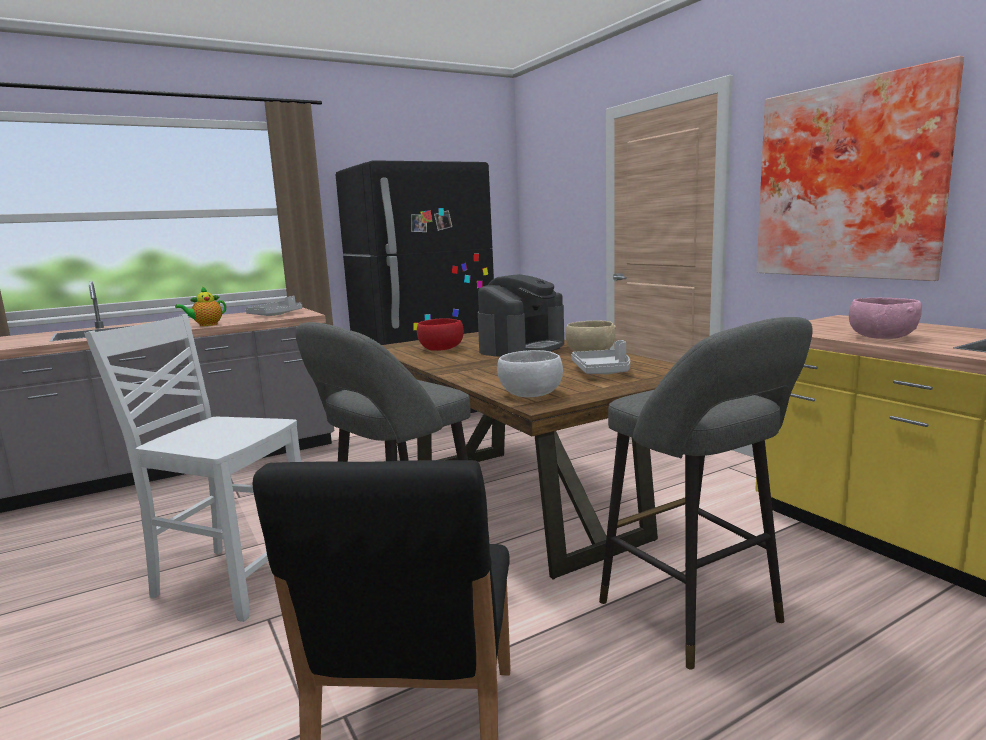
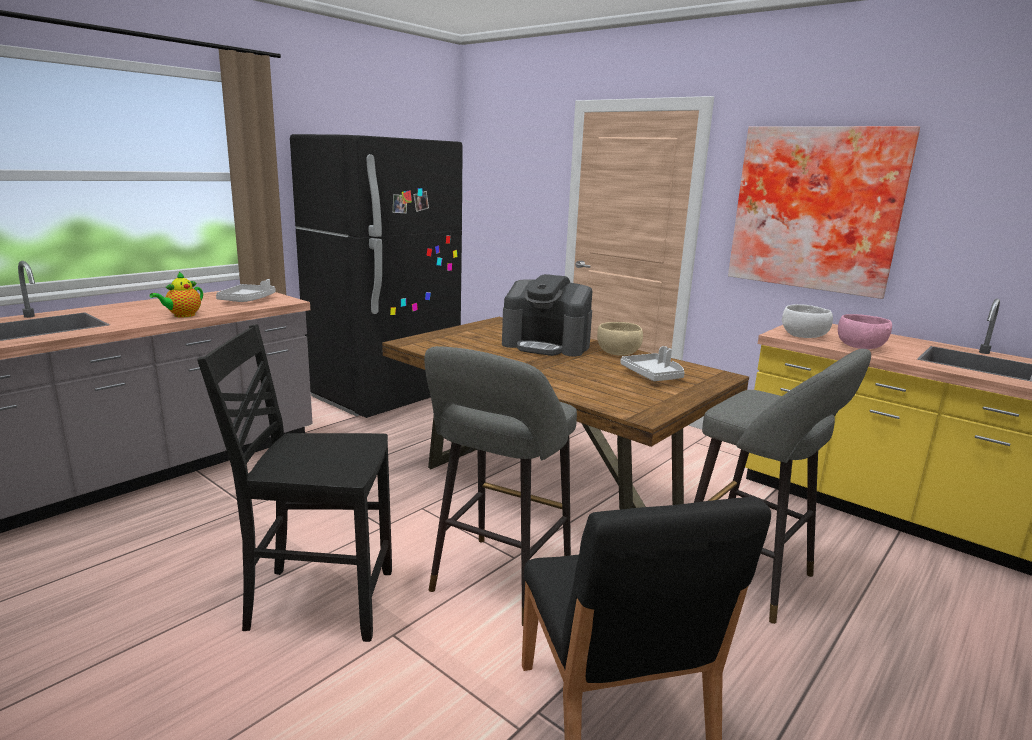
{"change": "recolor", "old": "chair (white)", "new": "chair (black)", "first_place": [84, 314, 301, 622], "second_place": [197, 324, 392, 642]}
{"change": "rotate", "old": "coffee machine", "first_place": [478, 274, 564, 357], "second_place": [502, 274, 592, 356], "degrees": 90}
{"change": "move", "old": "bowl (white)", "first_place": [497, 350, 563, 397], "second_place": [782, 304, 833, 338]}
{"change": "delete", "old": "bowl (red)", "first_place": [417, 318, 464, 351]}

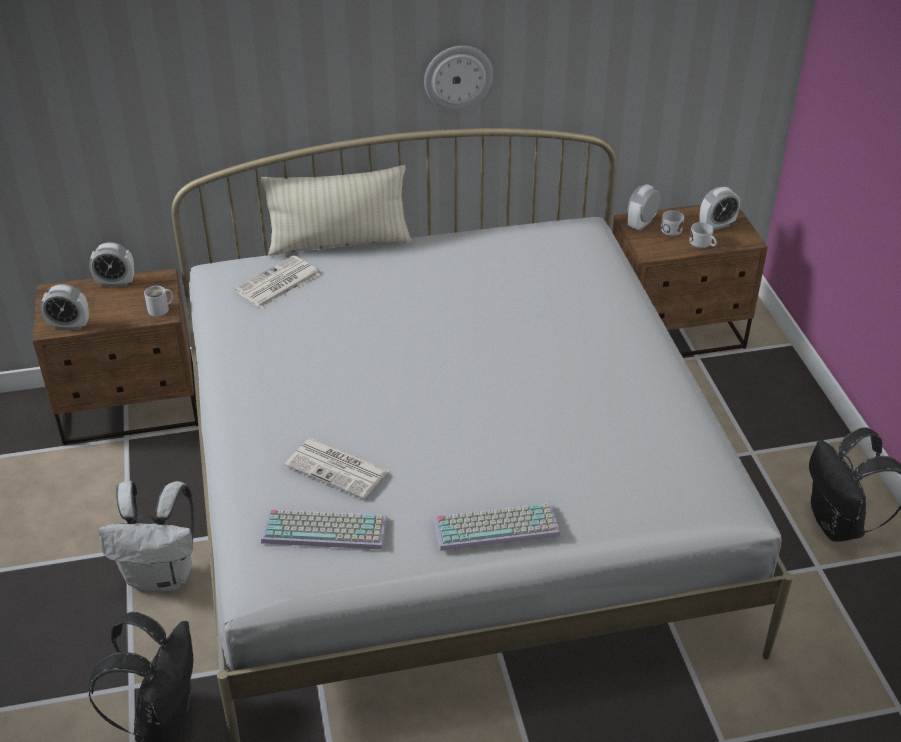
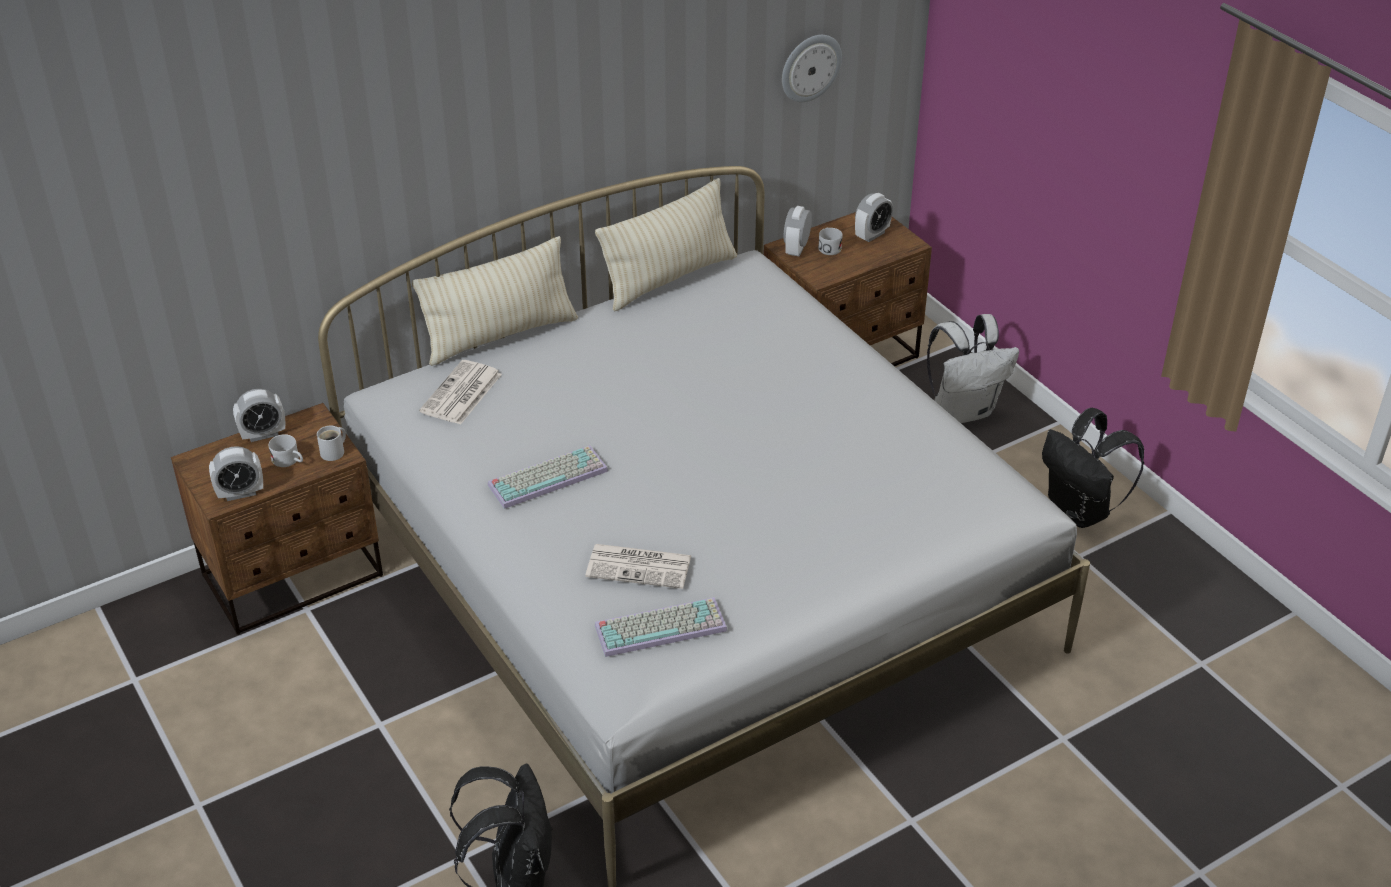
{"change": "move", "old": "mug (white)", "first_place": [689, 222, 717, 248], "second_place": [269, 434, 303, 467]}
{"change": "move", "old": "keyboard", "first_place": [434, 502, 560, 551], "second_place": [487, 445, 608, 509]}
{"change": "insert", "new": "pillow (beige)", "second_place": [595, 178, 737, 311]}
{"change": "move", "old": "wall clock", "first_place": [424, 46, 493, 110], "second_place": [782, 35, 842, 102]}
{"change": "move", "old": "backpack (white)", "first_place": [99, 481, 194, 591], "second_place": [927, 314, 1019, 423]}

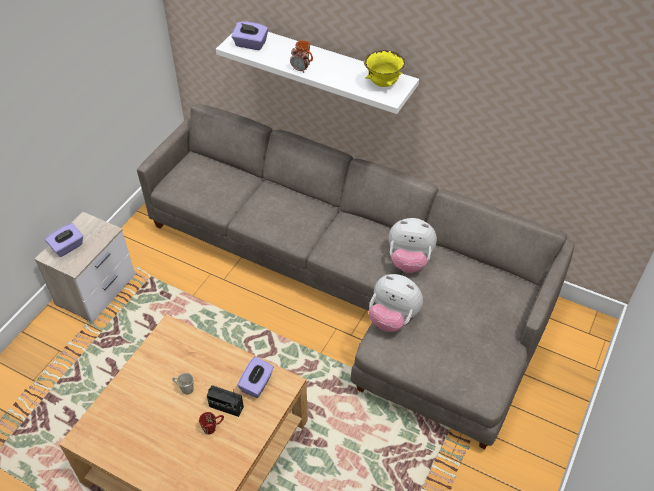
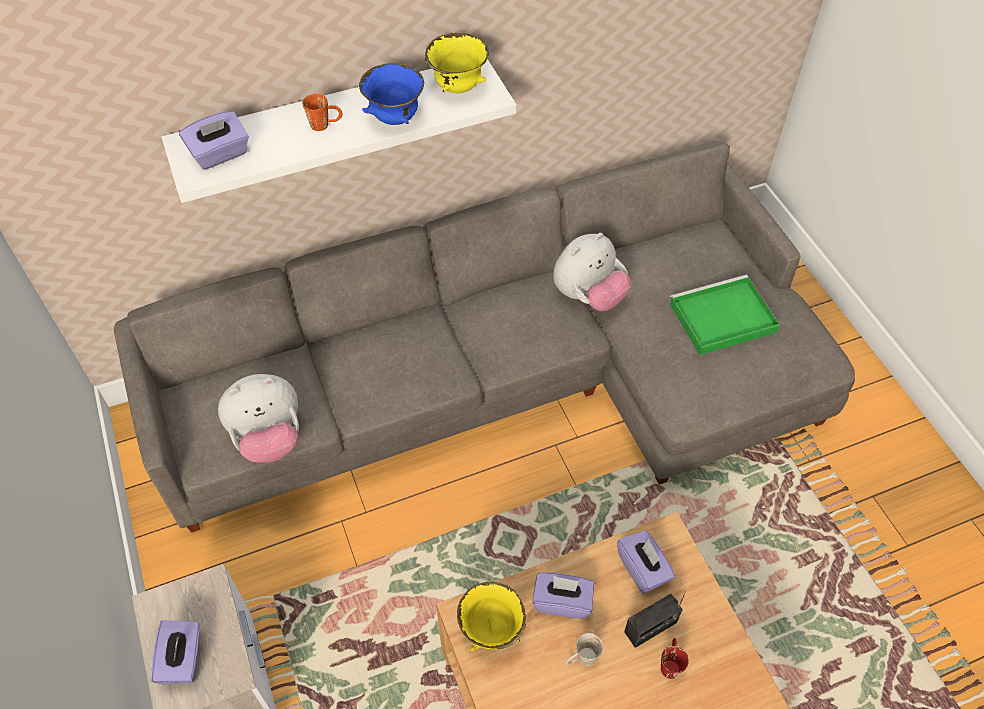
{"change": "move", "old": "plush toy", "first_place": [368, 274, 423, 332], "second_place": [218, 374, 299, 463]}
{"change": "insert", "new": "bowl (blue)", "second_place": [359, 63, 424, 125]}
{"change": "insert", "new": "bowl (yellow)", "second_place": [457, 582, 526, 651]}
{"change": "insert", "new": "tissue box (purple)", "second_place": [532, 572, 594, 619]}
{"change": "insert", "new": "tray (green)", "second_place": [670, 275, 780, 355]}
{"change": "delete", "old": "alarm clock", "first_place": [290, 47, 310, 73]}

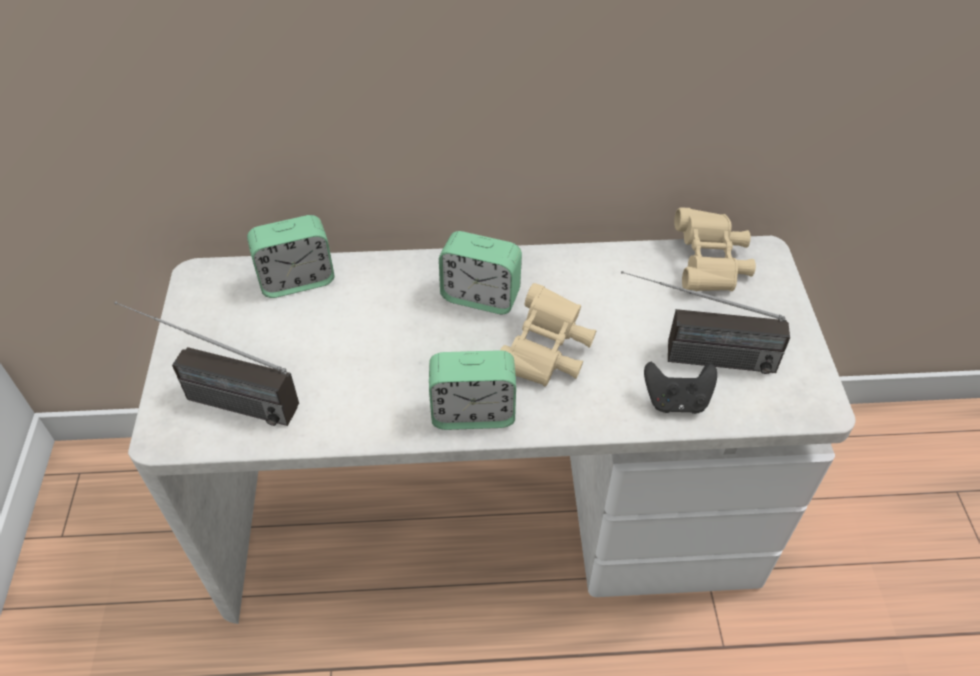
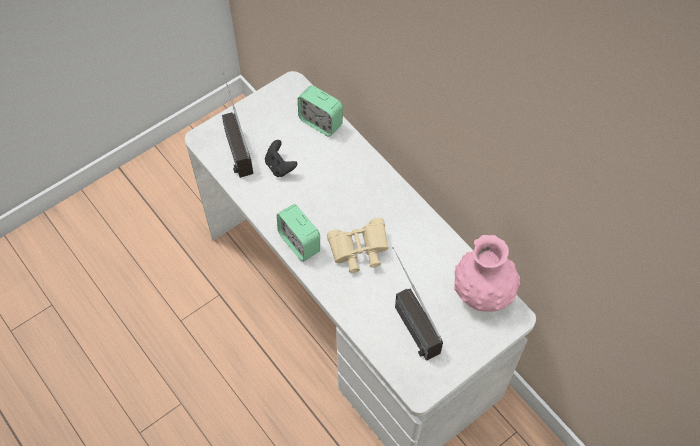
{"change": "move", "old": "game controller (black)", "first_place": [644, 362, 717, 414], "second_place": [265, 140, 297, 177]}
{"change": "replace", "old": "binoculars (beige)", "new": "vase (pink)", "first_place": [674, 208, 756, 291], "second_place": [454, 235, 520, 312]}
{"change": "delete", "old": "alarm clock", "first_place": [439, 231, 522, 314]}

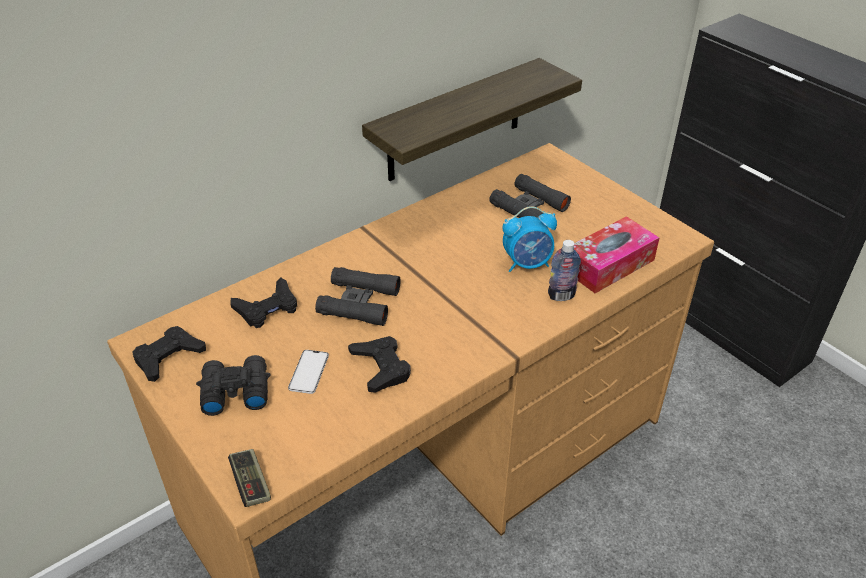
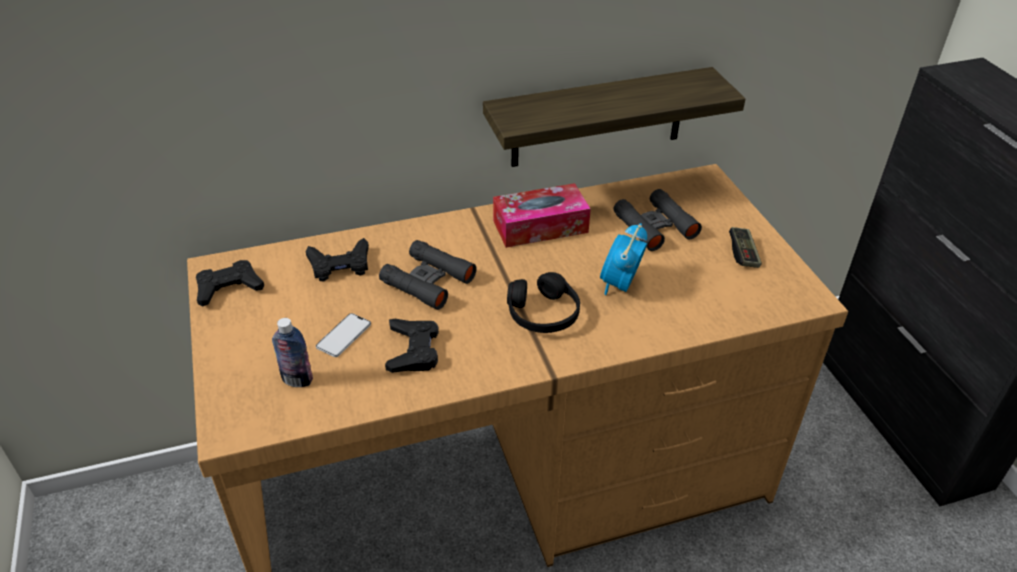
{"change": "move", "old": "bottle", "first_place": [548, 240, 581, 301], "second_place": [272, 318, 313, 387]}
{"change": "move", "old": "tissue box", "first_place": [574, 216, 659, 293], "second_place": [493, 183, 591, 248]}
{"change": "insert", "new": "headphones (black)", "second_place": [507, 272, 580, 333]}
{"change": "rotate", "old": "alarm clock", "first_place": [503, 206, 557, 272], "second_place": [600, 223, 647, 295], "degrees": 105}
{"change": "move", "old": "game controller", "first_place": [228, 449, 271, 507], "second_place": [729, 227, 762, 268]}
{"change": "delete", "old": "binoculars (black)", "first_place": [196, 355, 271, 416]}

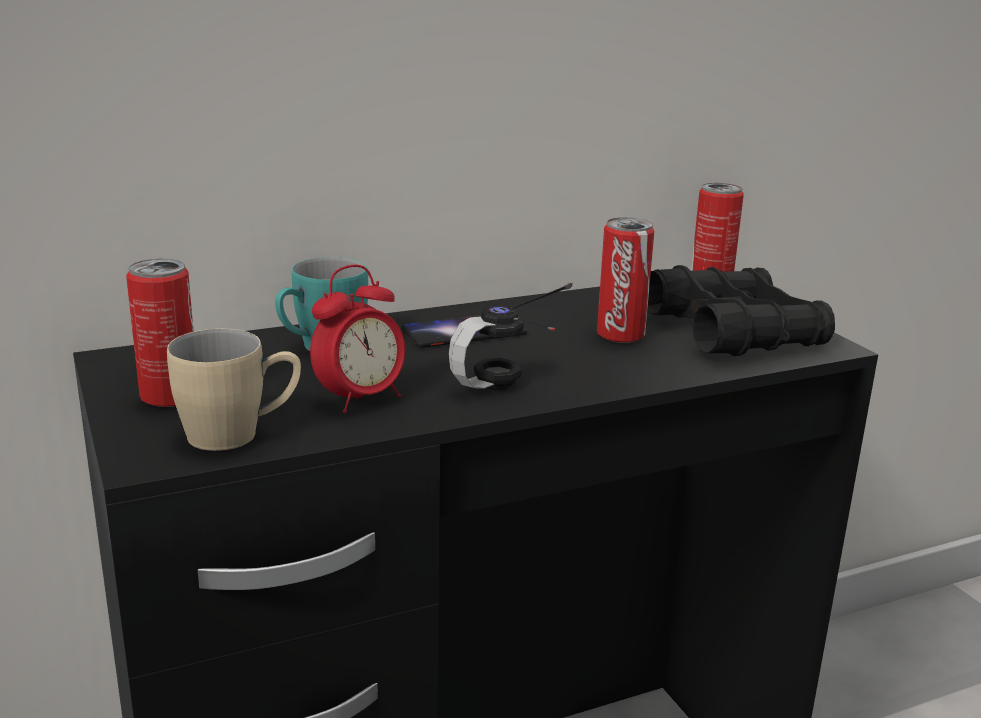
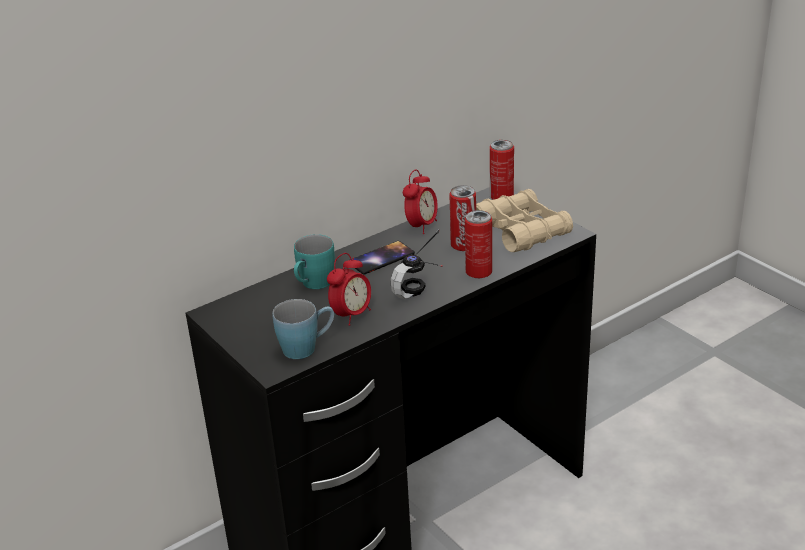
{"change": "recolor", "old": "mug (beige)", "new": "mug (blue)", "first_place": [167, 329, 301, 451], "second_place": [272, 299, 334, 359]}
{"change": "insert", "new": "alarm clock", "second_place": [403, 170, 438, 234]}
{"change": "move", "old": "can", "first_place": [126, 259, 194, 407], "second_place": [465, 210, 492, 278]}
{"change": "recolor", "old": "binoculars (black)", "new": "binoculars (beige)", "first_place": [647, 265, 835, 356], "second_place": [476, 189, 573, 252]}

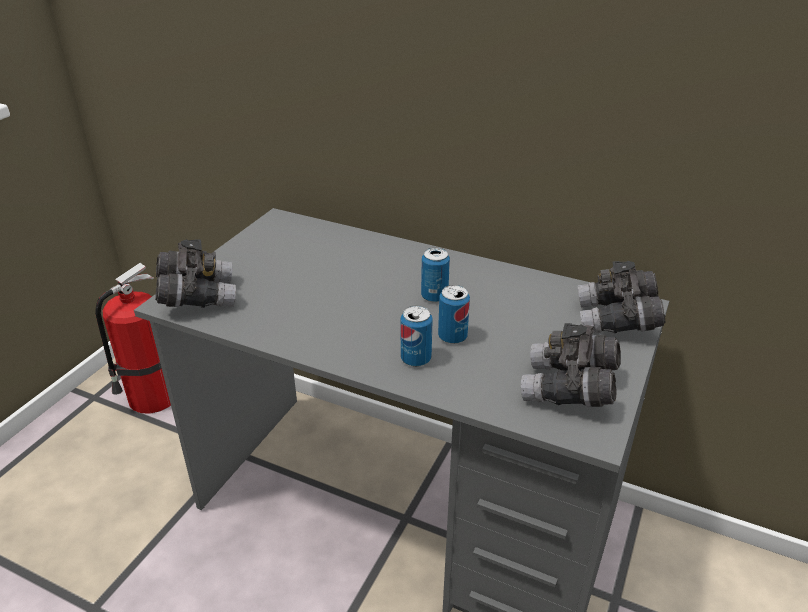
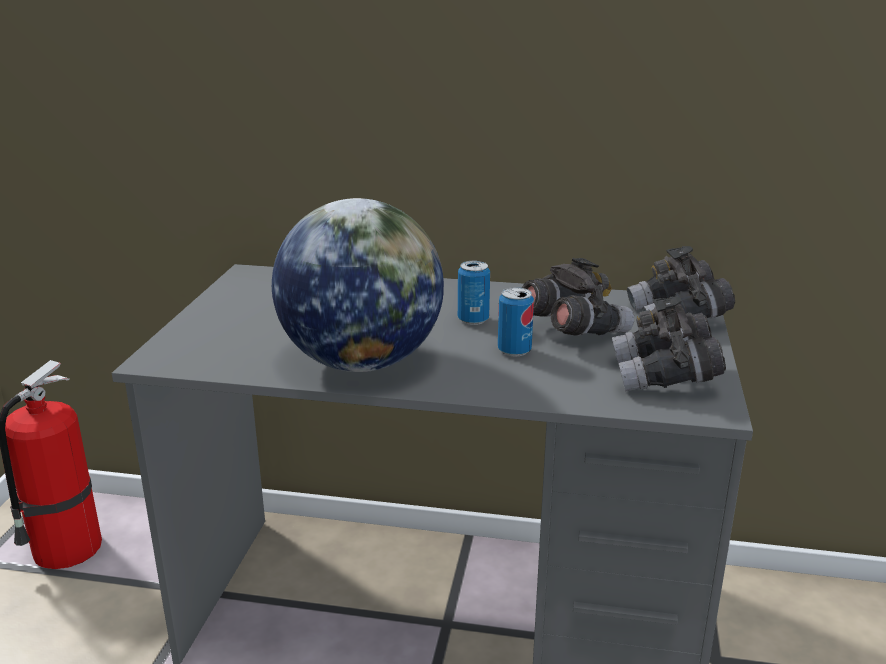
{"change": "insert", "new": "globe", "second_place": [272, 198, 444, 372]}
{"change": "move", "old": "binoculars (grey)", "first_place": [155, 239, 236, 308], "second_place": [522, 258, 634, 336]}
{"change": "delete", "old": "can", "first_place": [401, 305, 433, 367]}

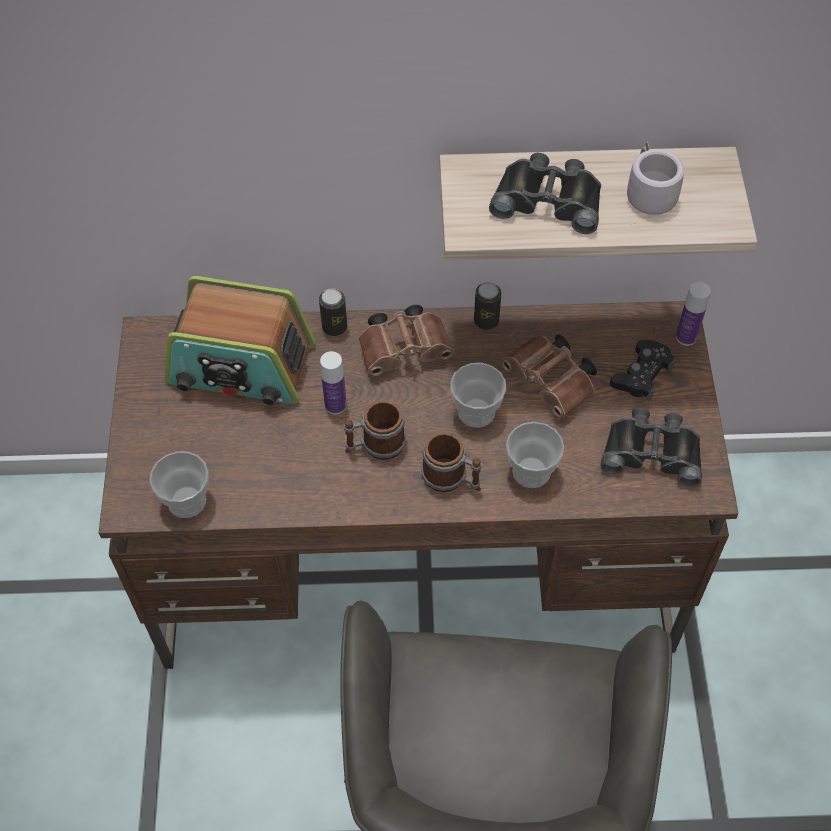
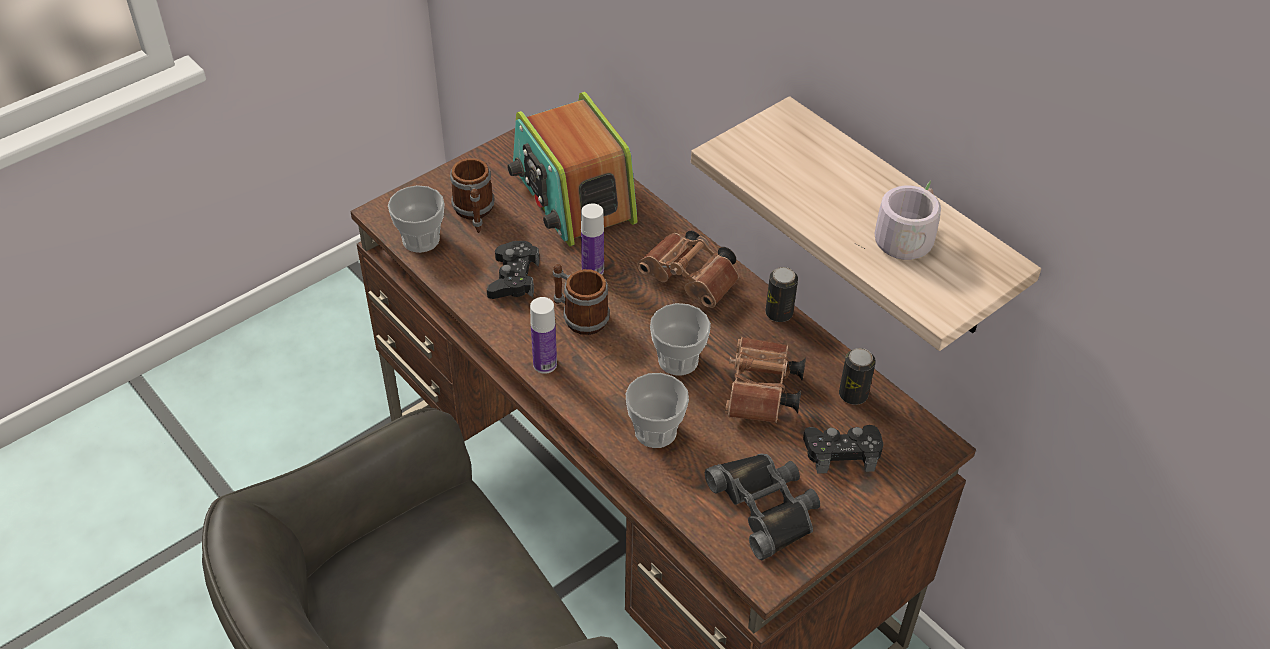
{"change": "move", "old": "mug", "first_place": [421, 432, 481, 492], "second_place": [450, 158, 494, 233]}
{"change": "insert", "new": "game controller (black)", "second_place": [487, 241, 540, 299]}
{"change": "move", "old": "bottle", "first_place": [676, 282, 711, 346], "second_place": [530, 297, 557, 374]}
{"change": "move", "old": "can", "first_place": [319, 288, 347, 336], "second_place": [839, 348, 876, 405]}
{"change": "delete", "old": "binoculars (black)", "first_place": [489, 153, 601, 234]}

